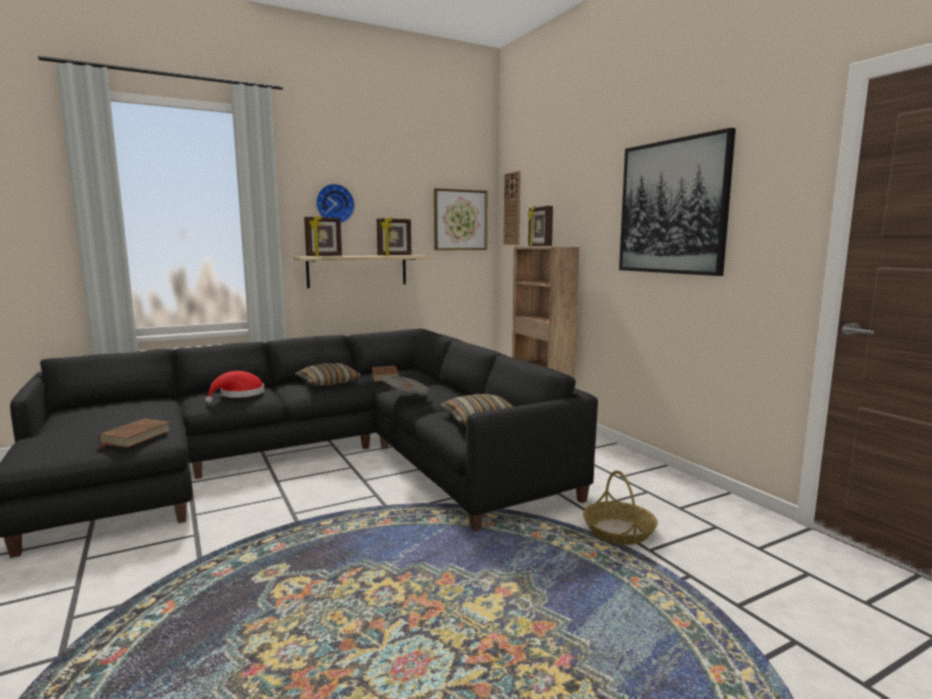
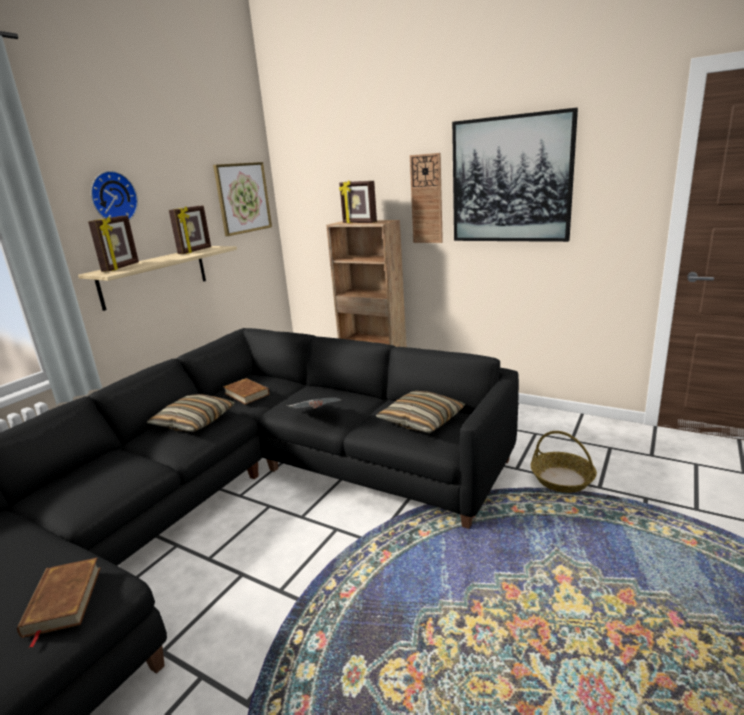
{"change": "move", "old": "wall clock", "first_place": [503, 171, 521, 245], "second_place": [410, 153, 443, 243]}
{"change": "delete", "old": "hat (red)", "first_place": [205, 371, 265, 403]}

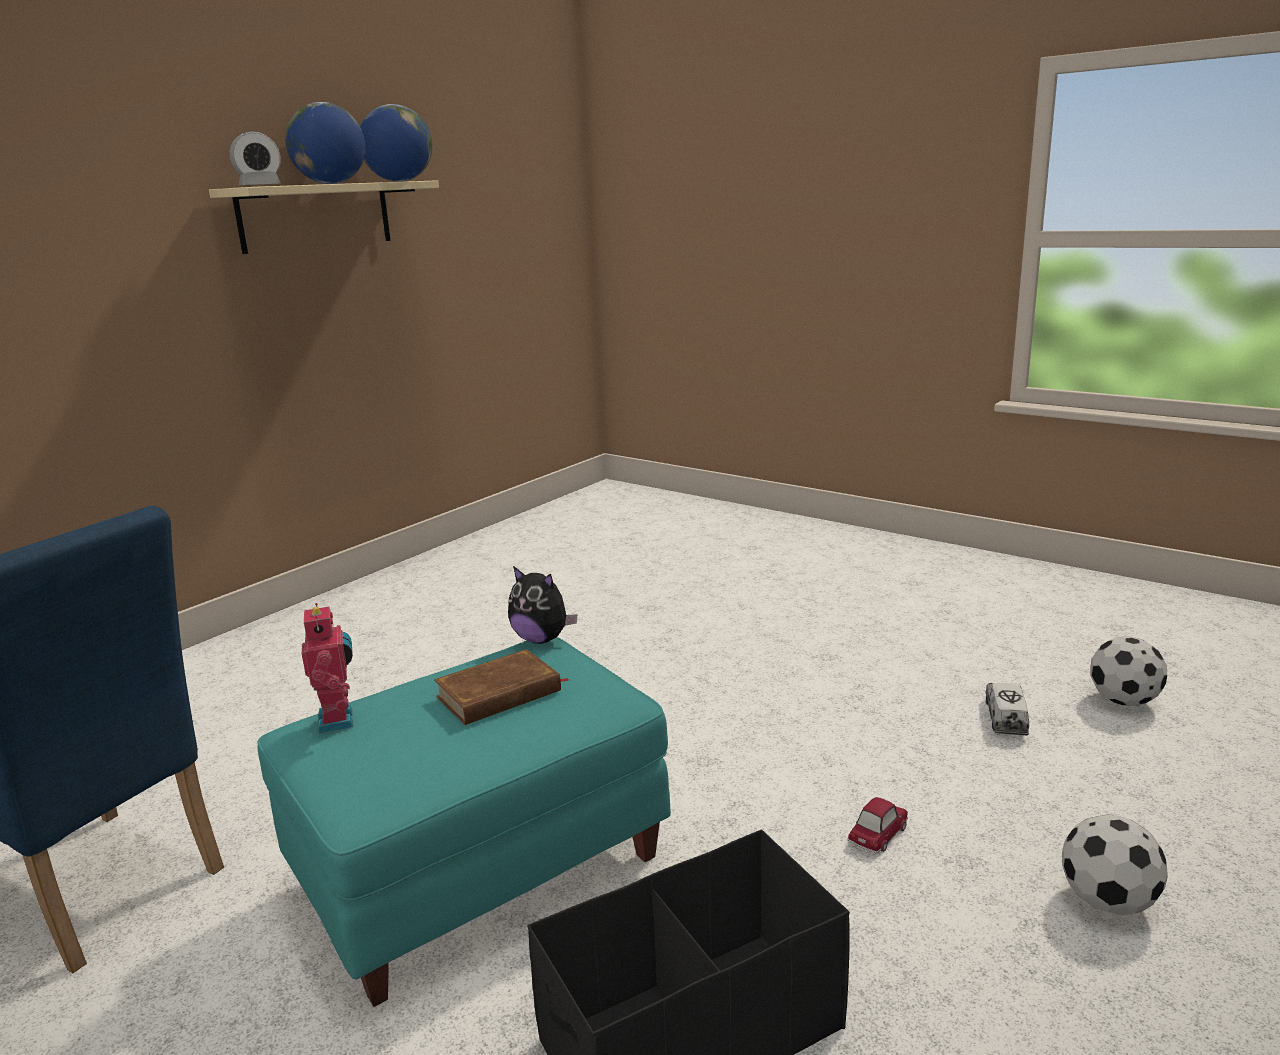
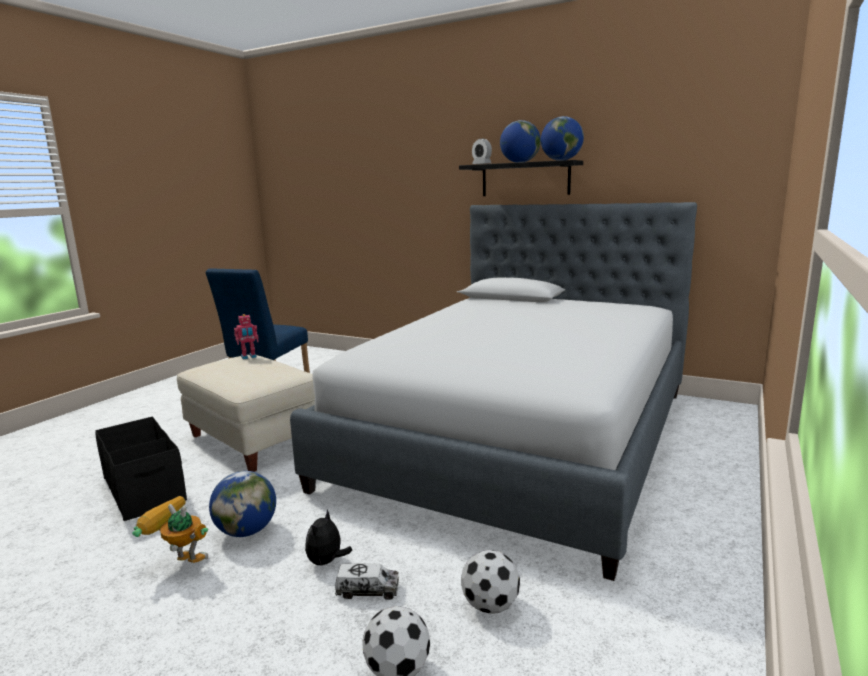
{"change": "insert", "new": "toy robot", "second_place": [132, 496, 208, 563]}
{"change": "recolor", "old": "ottoman (turquoise)", "new": "ottoman (beige)", "first_place": [257, 637, 671, 1007], "second_place": [177, 355, 315, 472]}
{"change": "replace", "old": "toy car", "new": "globe", "first_place": [847, 797, 908, 854], "second_place": [209, 471, 276, 537]}
{"change": "insert", "new": "bed", "second_place": [290, 202, 697, 581]}
{"change": "move", "old": "plush toy", "first_place": [508, 566, 577, 644], "second_place": [305, 509, 352, 566]}
{"change": "recolor", "old": "shelf (beige)", "new": "shelf (black)", "first_place": [209, 180, 439, 254], "second_place": [459, 160, 583, 196]}
{"change": "move", "old": "football", "first_place": [1062, 814, 1168, 915], "second_place": [461, 550, 520, 614]}
{"change": "delete", "old": "book (brown)", "first_place": [434, 649, 568, 725]}

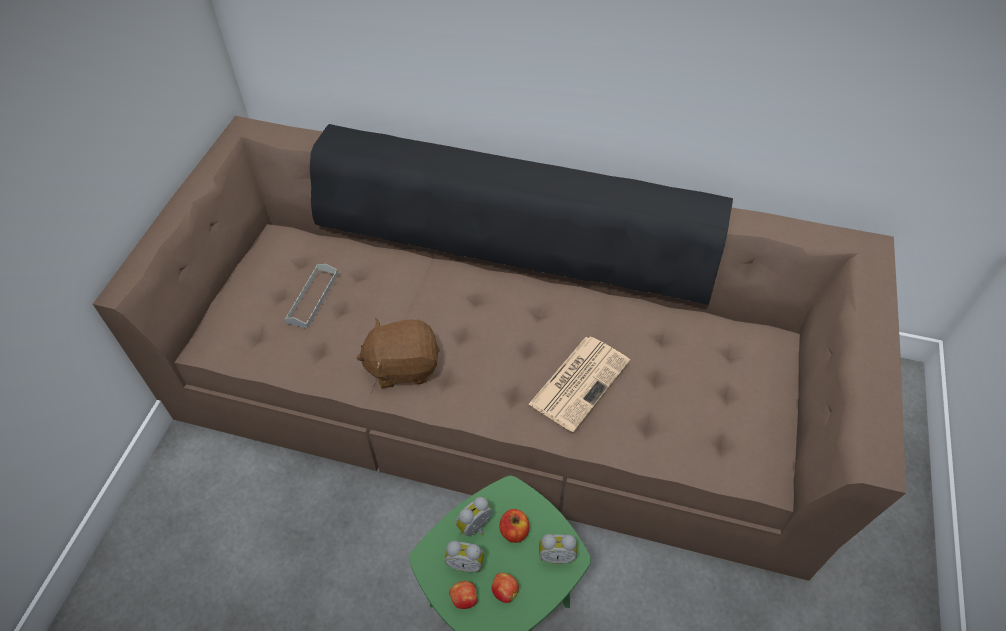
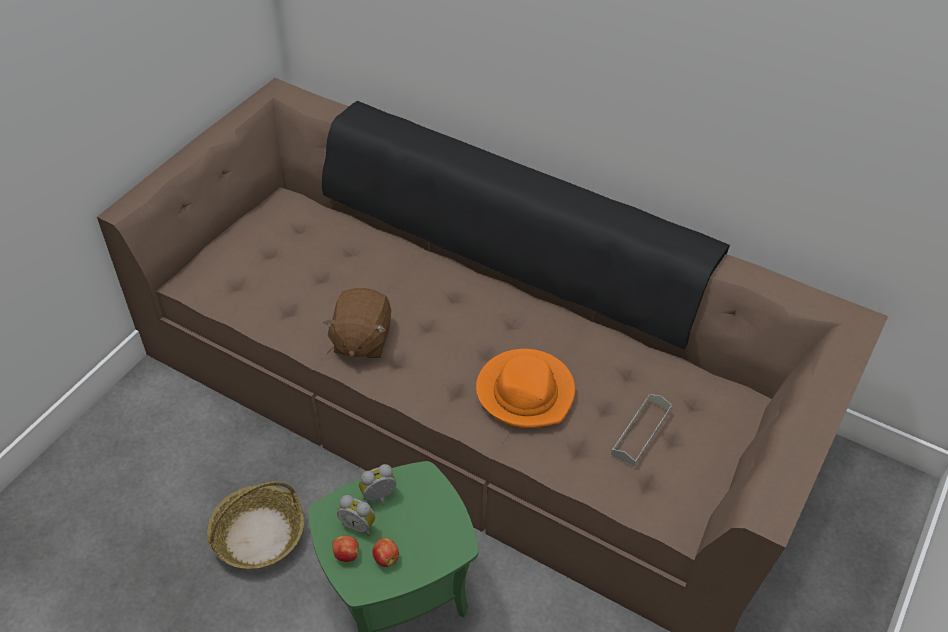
{"change": "insert", "new": "basket", "second_place": [207, 481, 304, 569]}
{"change": "rotate", "old": "plush toy (brown)", "first_place": [357, 318, 440, 388], "second_place": [323, 288, 391, 359], "degrees": -90}
{"change": "replace", "old": "newspaper", "new": "hat (orange)", "first_place": [528, 337, 630, 432], "second_place": [476, 349, 575, 428]}
{"change": "move", "old": "tray (grey)", "first_place": [285, 264, 338, 329], "second_place": [611, 394, 672, 466]}
{"change": "delete", "old": "apple", "first_place": [499, 509, 529, 543]}
{"change": "delete", "old": "alarm clock", "first_place": [539, 534, 577, 563]}

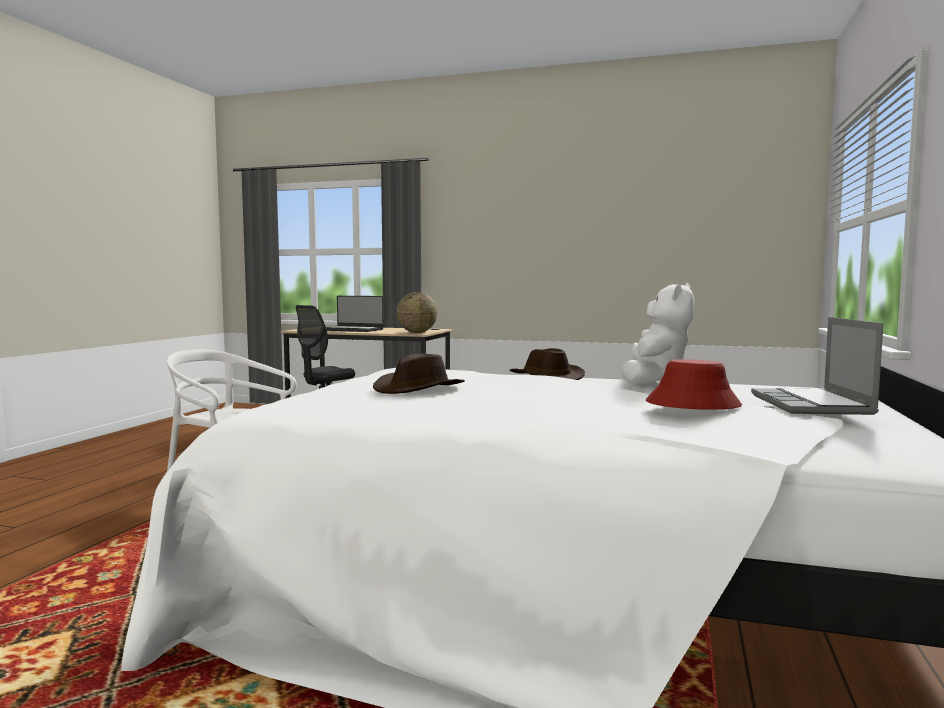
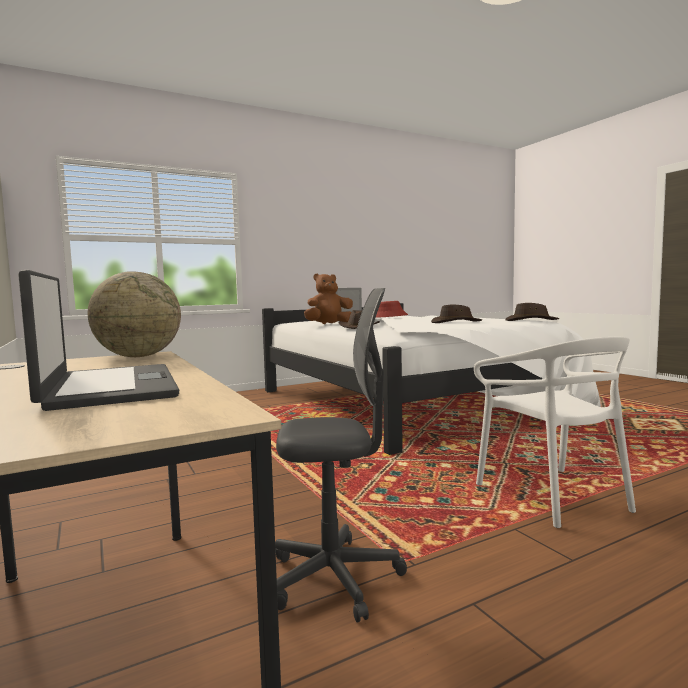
{"change": "recolor", "old": "plush toy (white)", "new": "plush toy (brown)", "first_place": [621, 283, 694, 386], "second_place": [304, 274, 353, 324]}
{"change": "insert", "new": "hat (brown)", "second_place": [505, 303, 559, 321]}

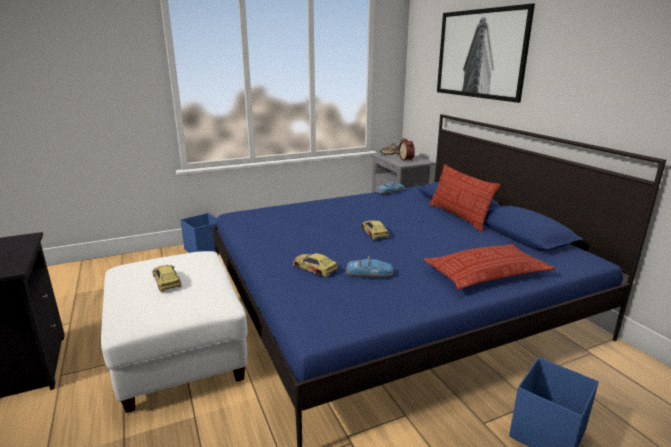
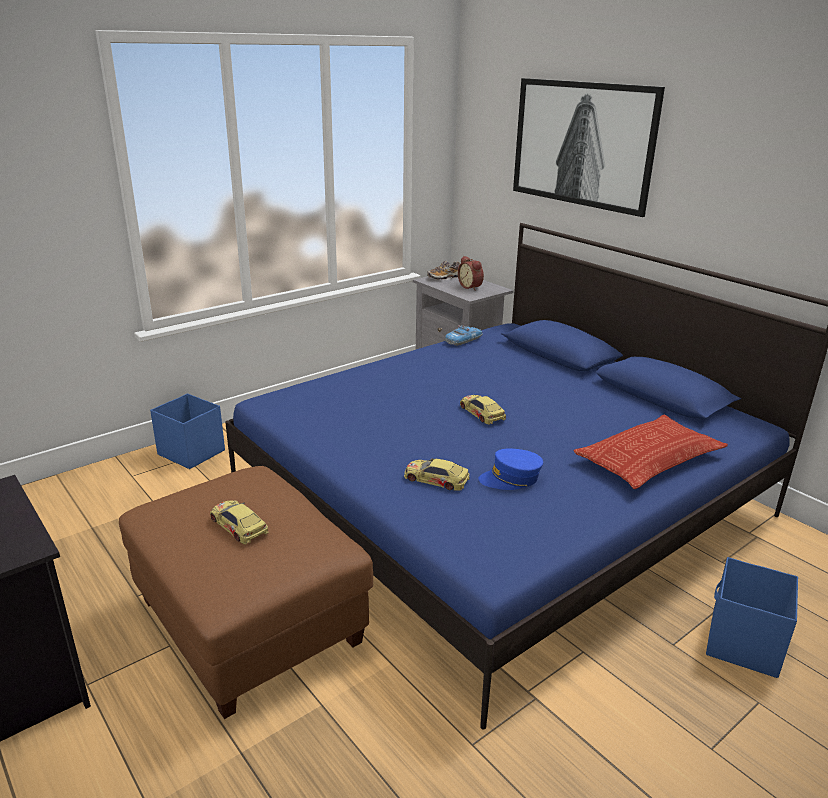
{"change": "recolor", "old": "ottoman (white)", "new": "ottoman (brown)", "first_place": [101, 251, 248, 413], "second_place": [119, 466, 373, 719]}
{"change": "replace", "old": "toy car", "new": "cap (blue)", "first_place": [346, 256, 393, 278], "second_place": [478, 449, 543, 490]}
{"change": "delete", "old": "pillow", "first_place": [429, 164, 500, 232]}

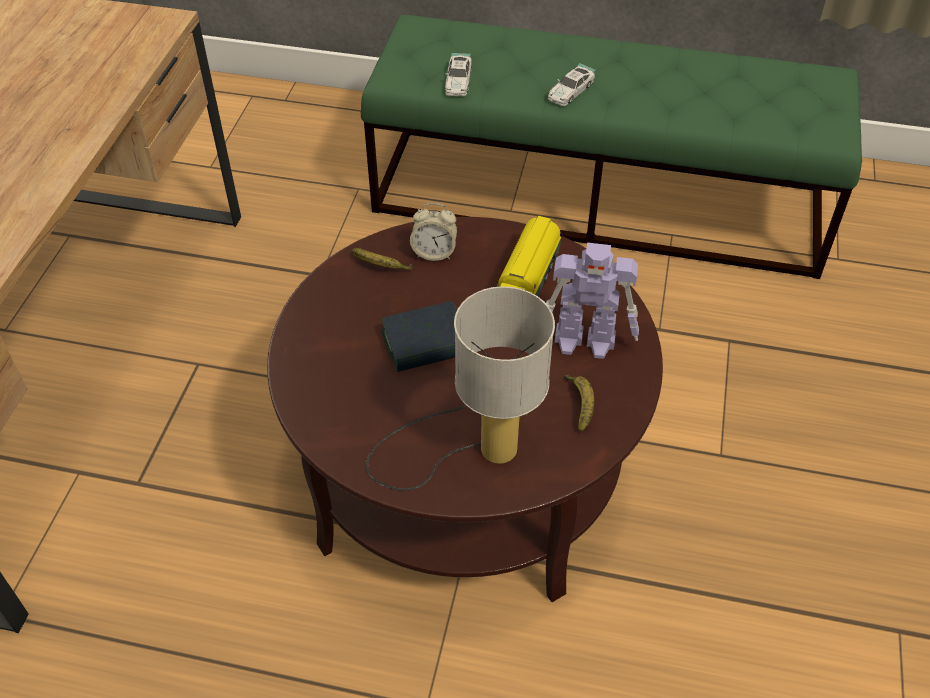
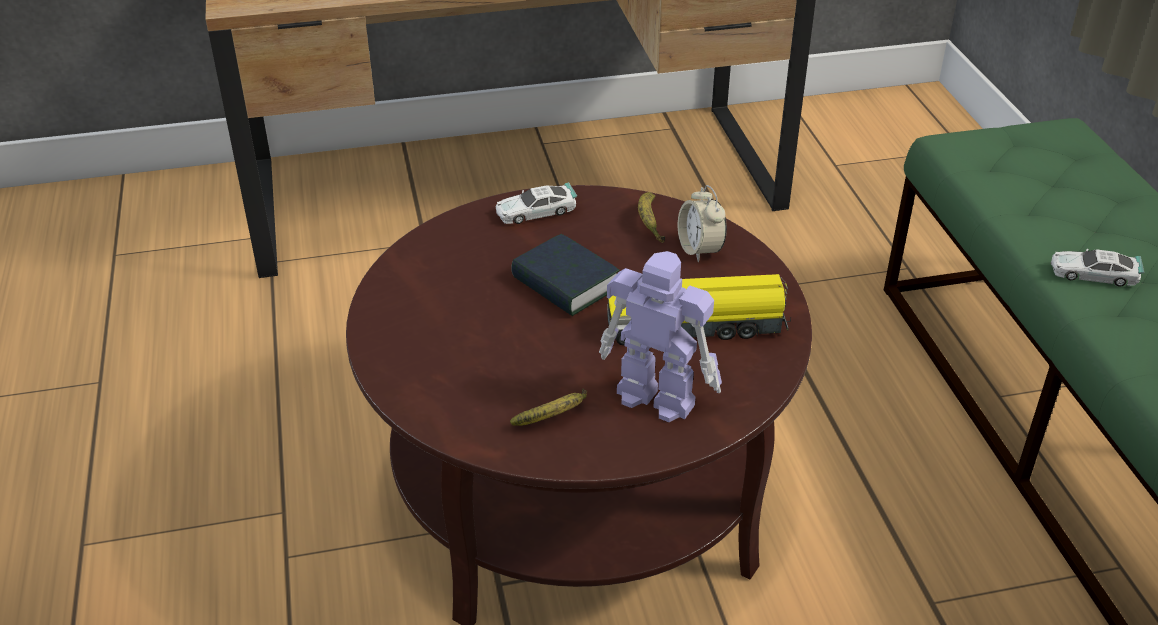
{"change": "move", "old": "toy car", "first_place": [445, 53, 472, 96], "second_place": [496, 182, 577, 224]}
{"change": "rotate", "old": "toy robot", "first_place": [546, 243, 639, 359], "second_place": [599, 251, 722, 422], "degrees": 135}
{"change": "delete", "old": "table lamp", "first_place": [366, 286, 555, 491]}

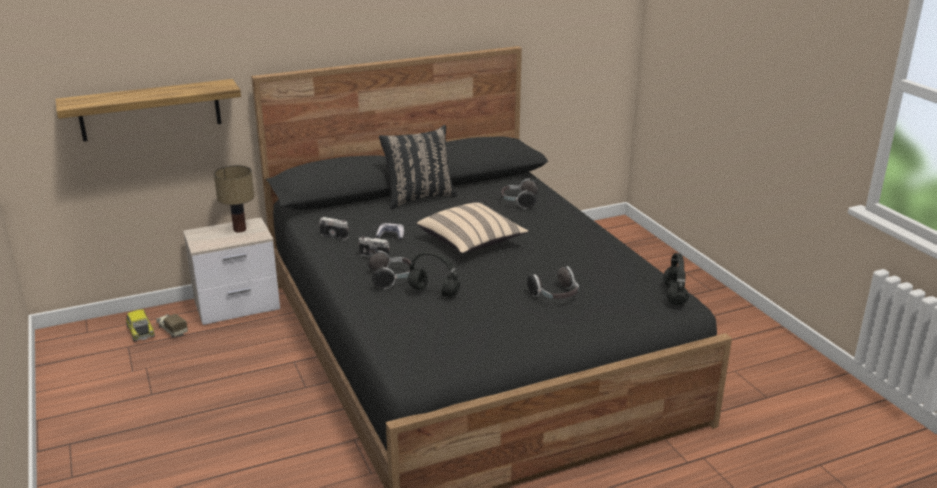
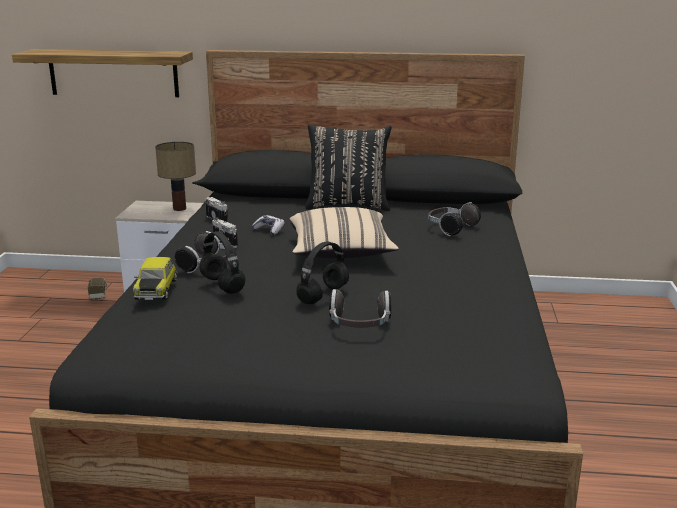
{"change": "move", "old": "toy car", "first_place": [126, 309, 155, 342], "second_place": [133, 257, 177, 300]}
{"change": "move", "old": "headphones (black)", "first_place": [663, 253, 689, 306], "second_place": [296, 241, 349, 304]}

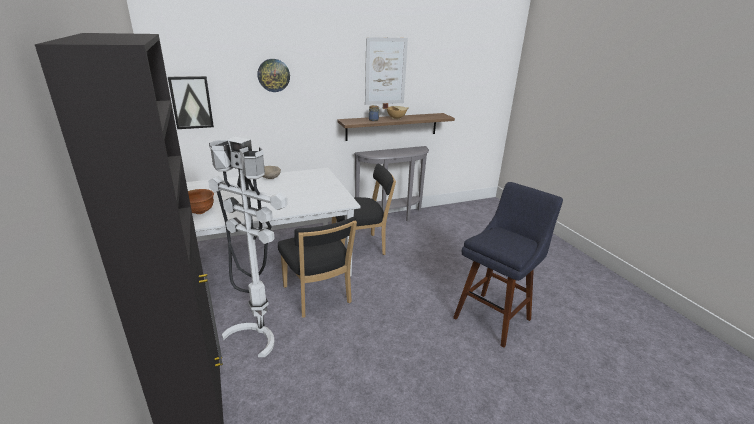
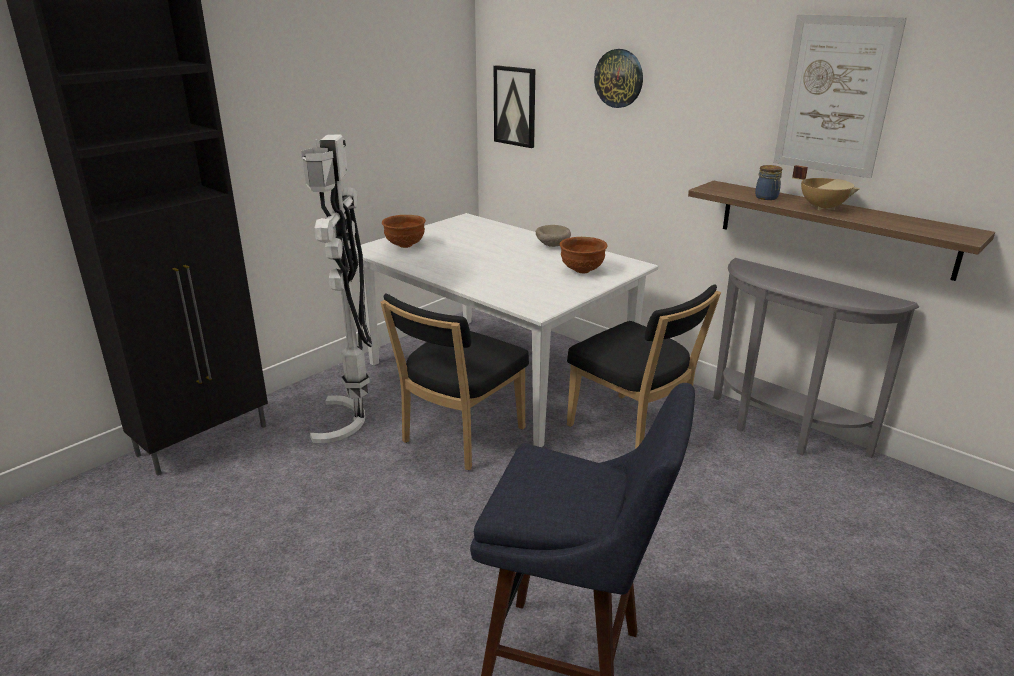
{"change": "insert", "new": "bowl (brown)", "second_place": [560, 237, 608, 273]}

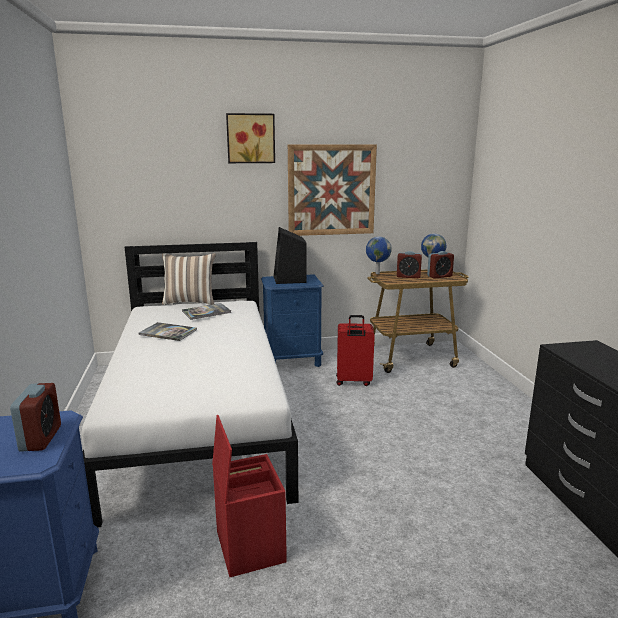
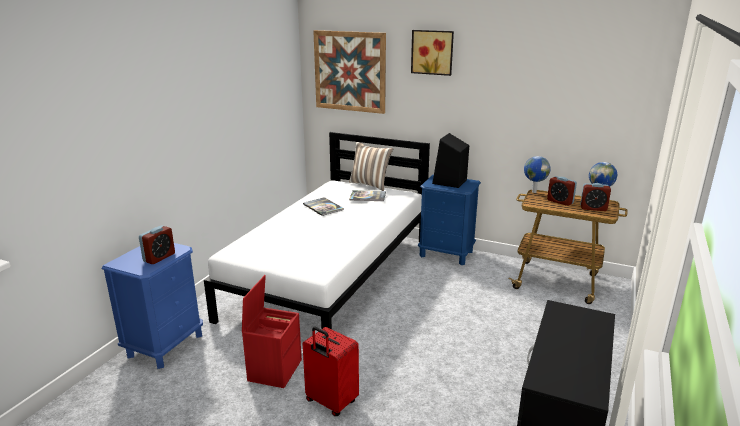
{"change": "move", "old": "suitcase (red)", "first_place": [336, 315, 375, 386], "second_place": [302, 327, 359, 416]}
{"change": "move", "old": "picture", "first_place": [288, 145, 377, 236], "second_place": [313, 30, 386, 114]}

